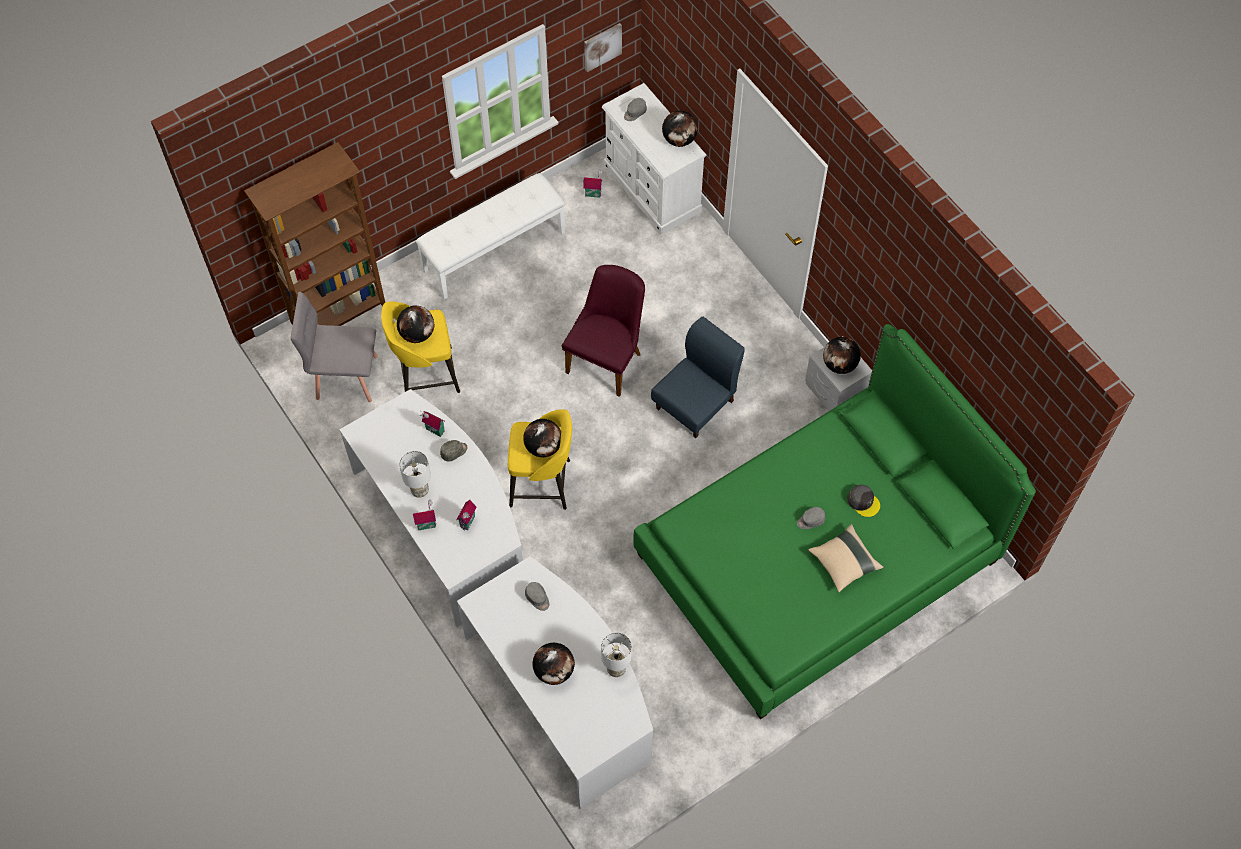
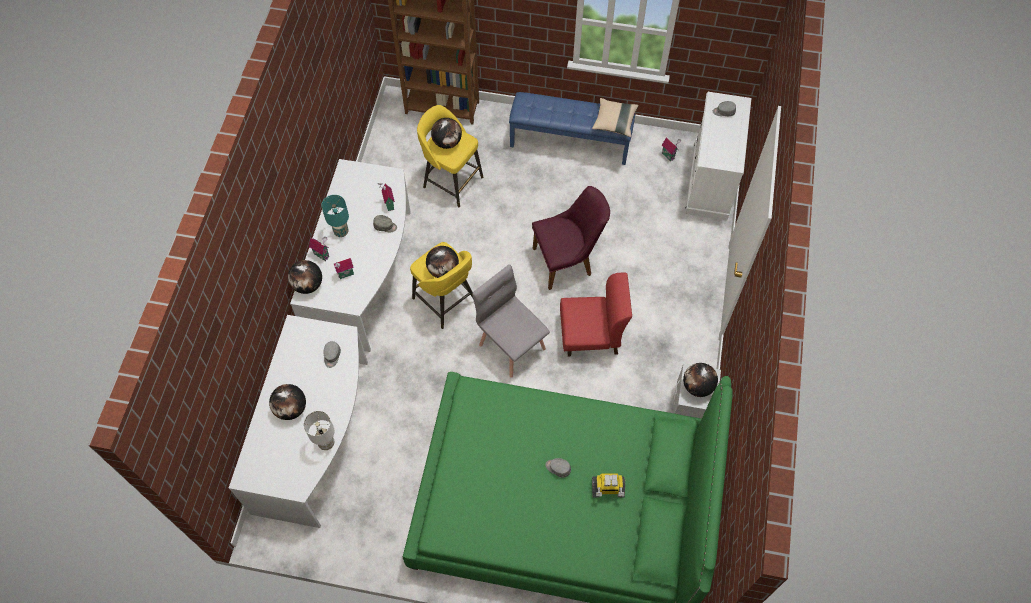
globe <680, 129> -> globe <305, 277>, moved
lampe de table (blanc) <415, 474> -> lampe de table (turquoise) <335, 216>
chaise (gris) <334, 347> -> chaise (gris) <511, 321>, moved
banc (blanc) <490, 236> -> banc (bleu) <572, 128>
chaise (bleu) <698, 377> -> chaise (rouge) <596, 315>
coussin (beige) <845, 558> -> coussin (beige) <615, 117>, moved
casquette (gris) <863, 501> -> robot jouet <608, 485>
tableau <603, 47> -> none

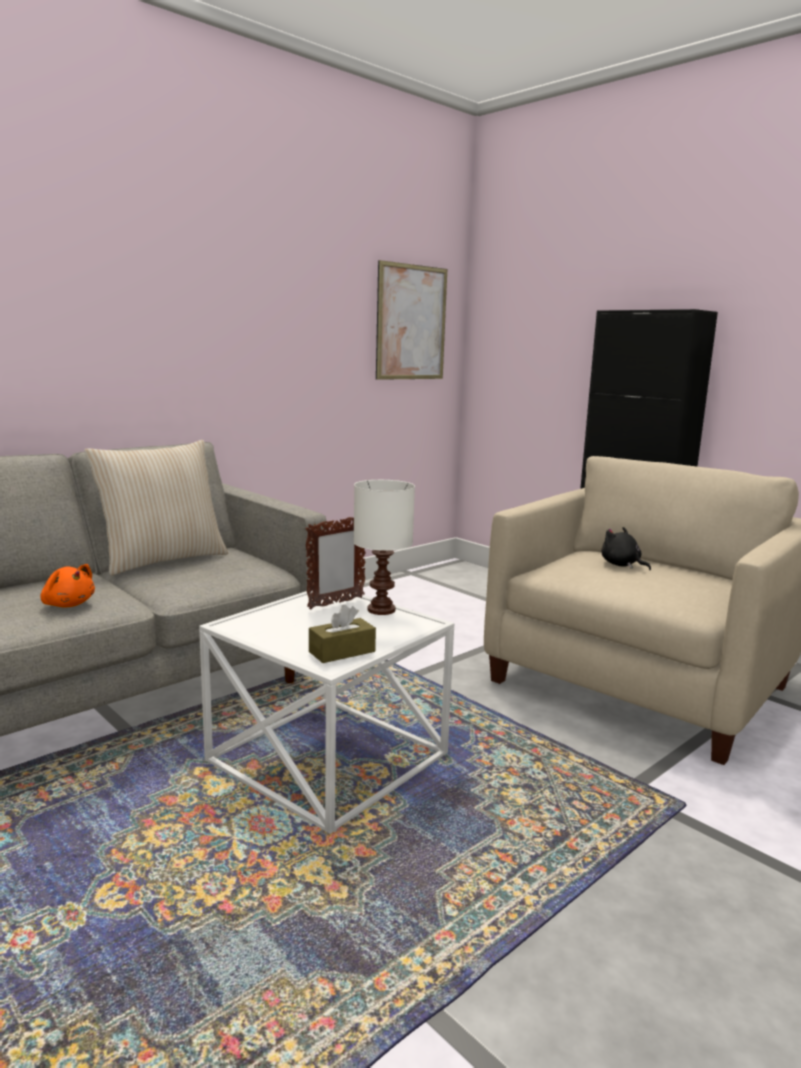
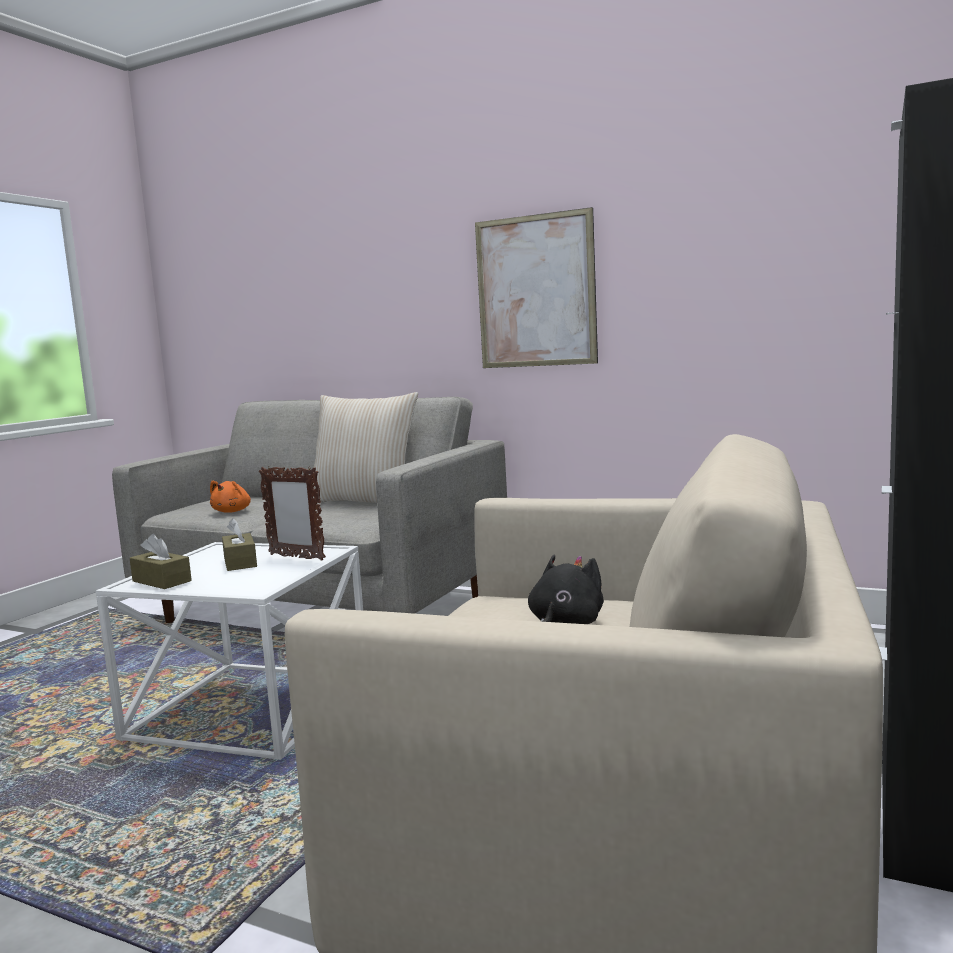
none -> boîte à mouchoirs (marron) <239, 544>
tableau <411, 320> -> tableau <536, 287>, moved
lampe de table (blanc) <384, 547> -> none

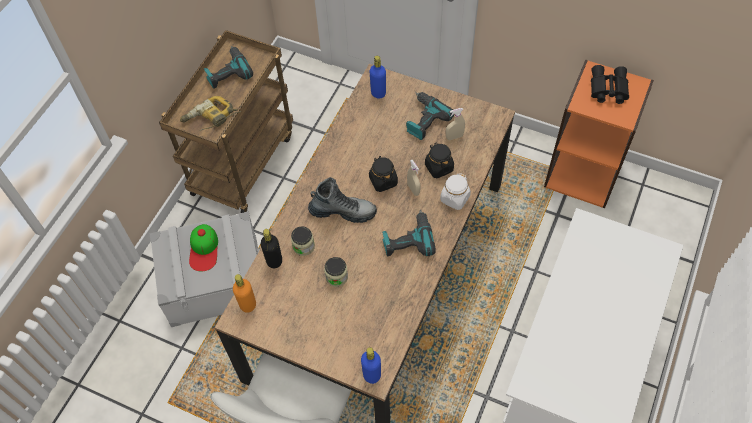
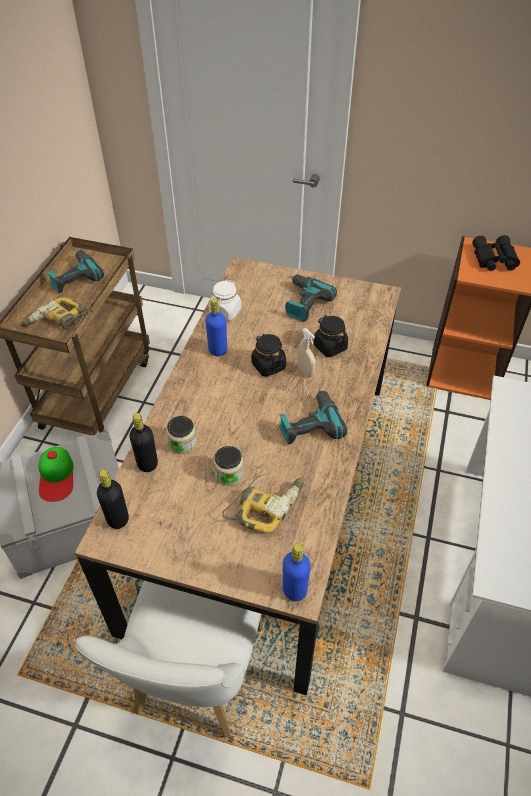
bouteille (orange) <244, 293> -> bouteille (noir) <113, 499>
bouteille (bleu) <378, 77> -> bouteille (bleu) <216, 327>, moved
bocal (blanc) <455, 191> -> bocal (blanc) <225, 300>, moved
none -> perceuse <263, 503>
botte <342, 200> -> none
vaporisateur (beige) <455, 124> -> none

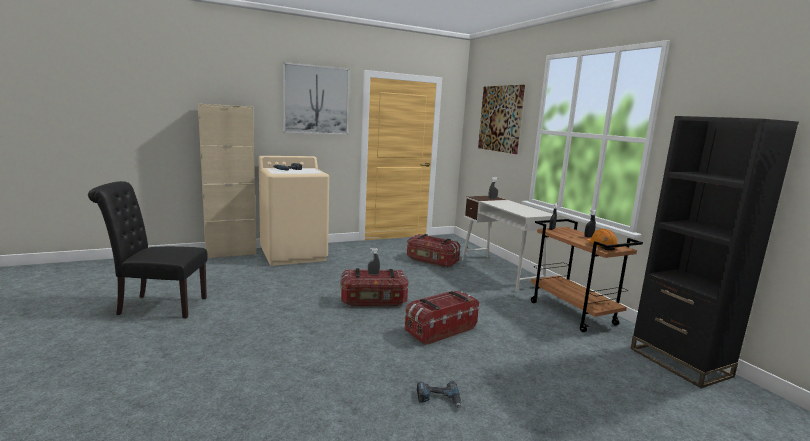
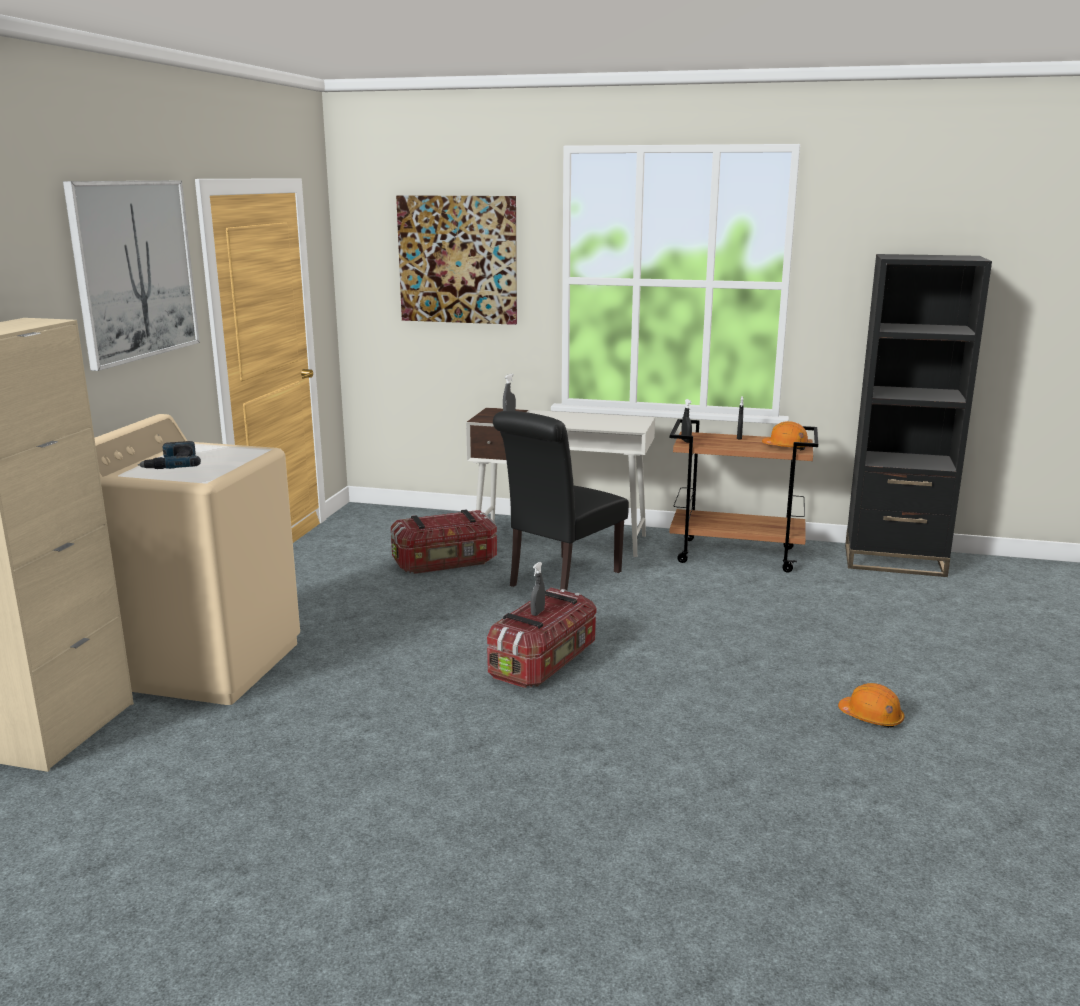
chaise (noir) <148, 249> -> chaise (noir) <561, 500>, moved
perceuse <439, 394> -> casque de chantier (orange) <871, 705>
boîte de rangement <442, 318> -> none

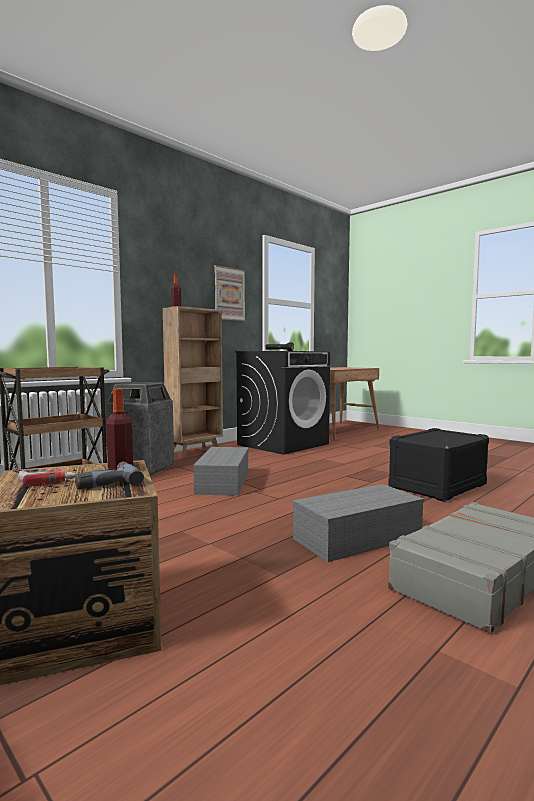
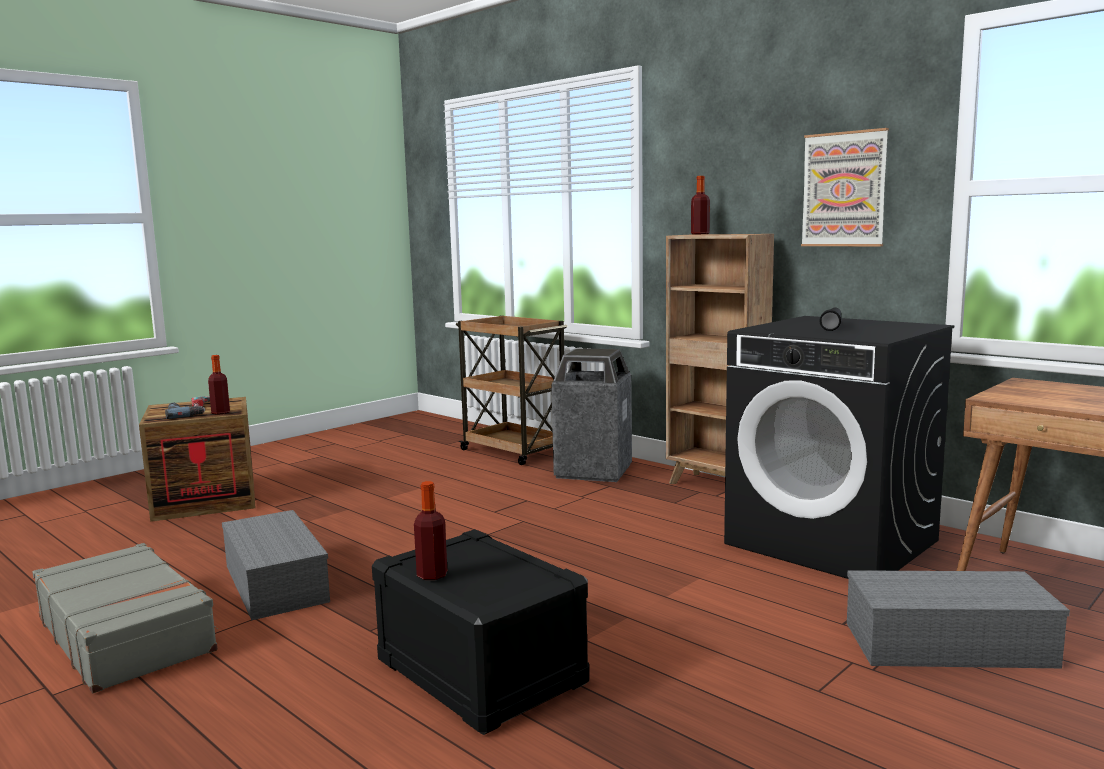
none -> bouteille <430, 530>
boîte de rangement (gris) <221, 471> -> boîte de rangement (gris) <958, 619>, moved

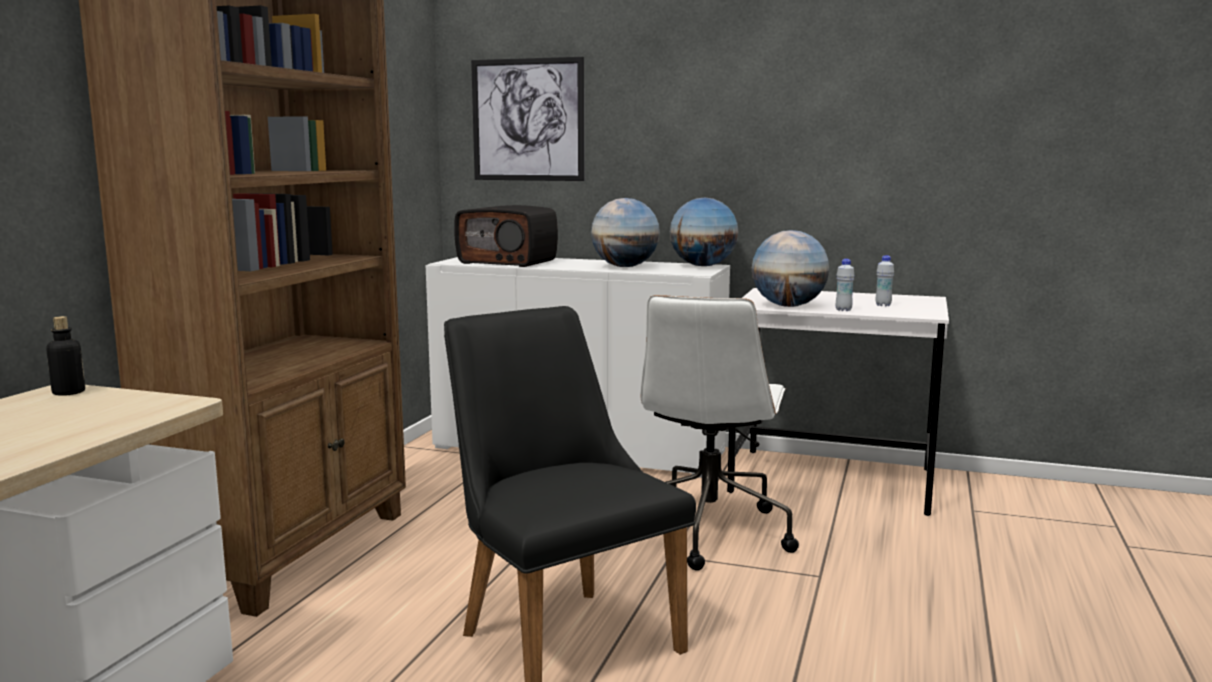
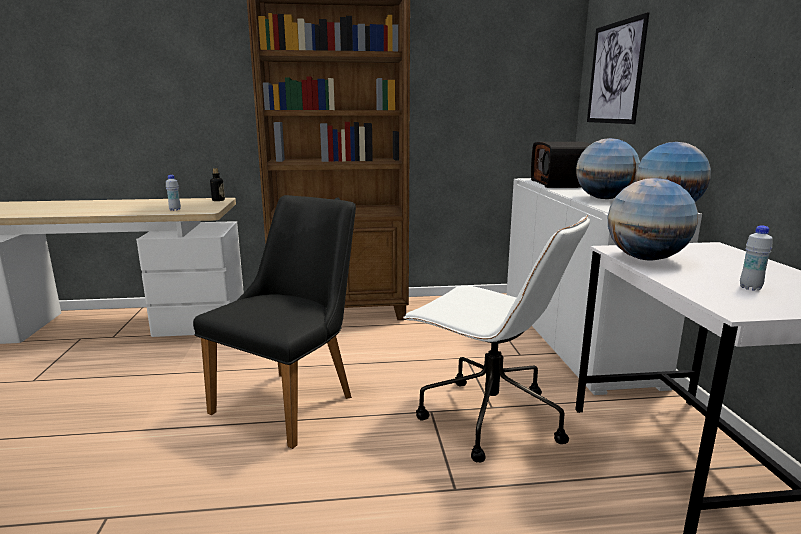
bouteille (blanc) <845, 285> -> bouteille (blanc) <173, 193>, moved
chaise de bureau (blanc) <720, 433> -> chaise de bureau (blanc) <496, 339>, 135 degrees counterclockwise

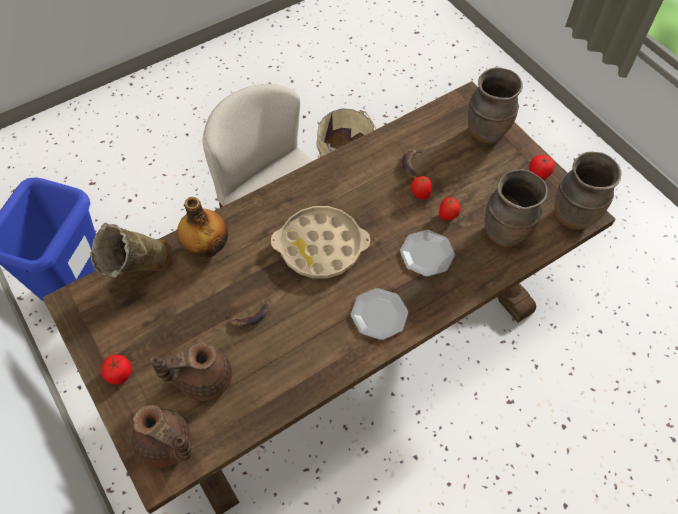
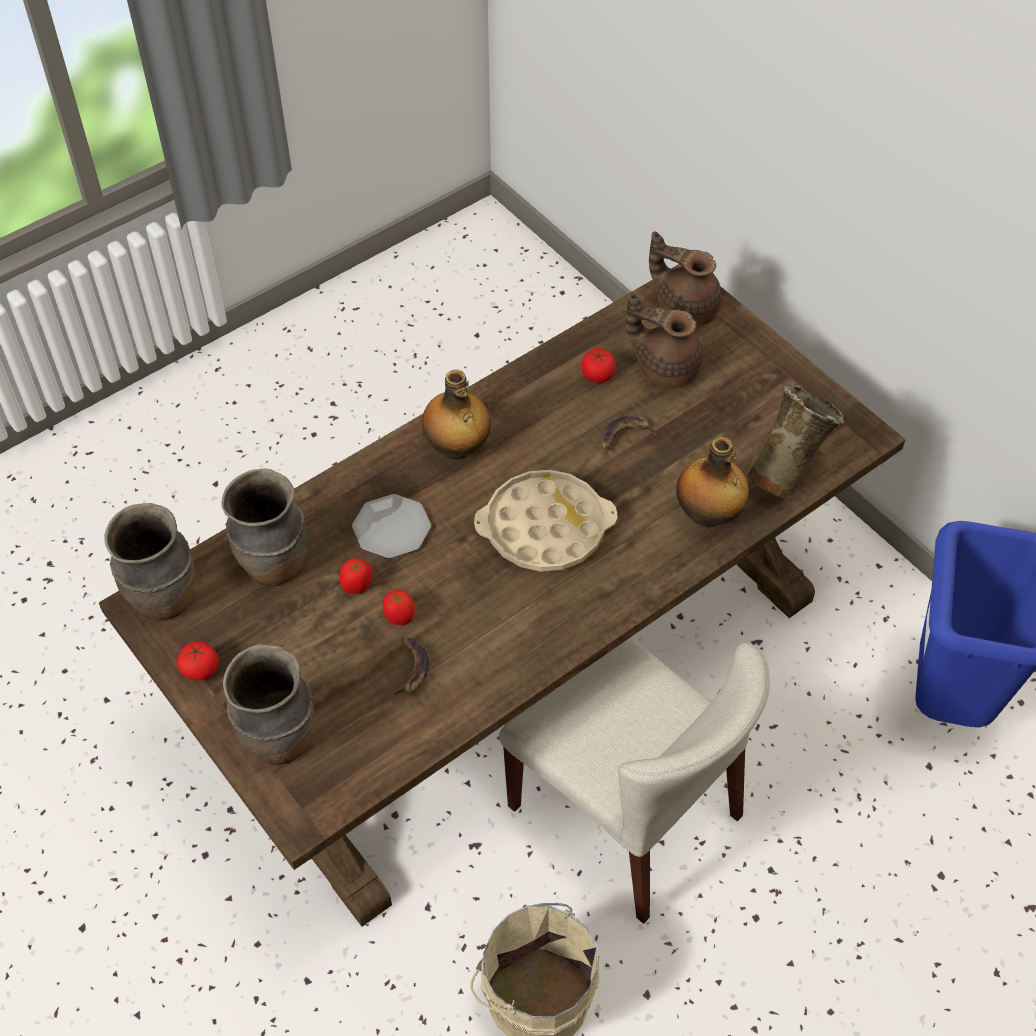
assiette <379, 314> -> bouteille <456, 415>
tomate <116, 369> -> tomate <598, 365>, moved
théière (marron) <191, 371> -> théière (marron) <664, 340>, 135 degrees counterclockwise

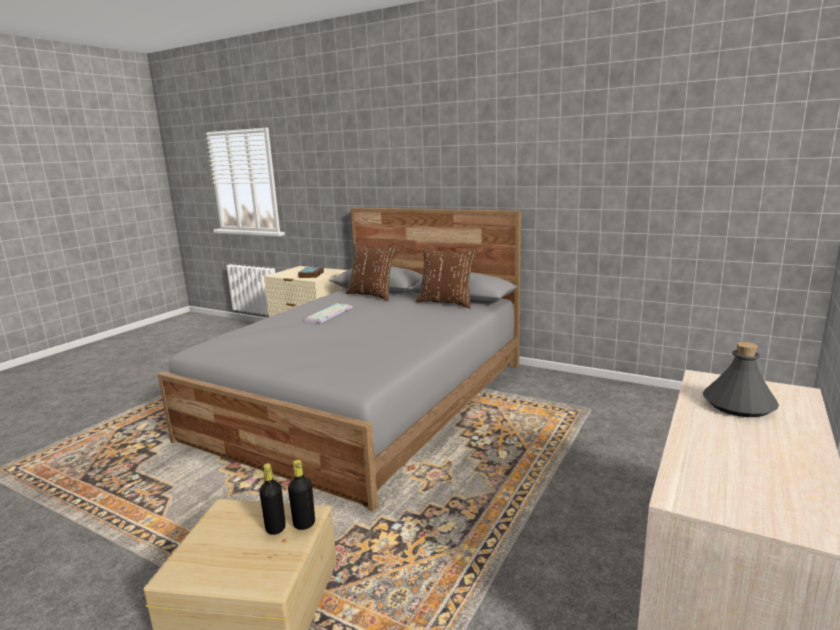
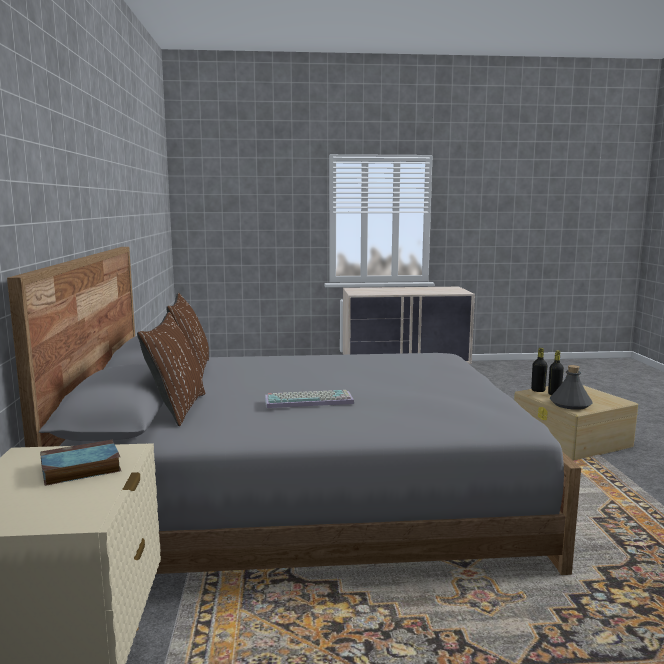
bouteille (gris) <741, 379> -> bouteille (gris) <571, 387>, moved

